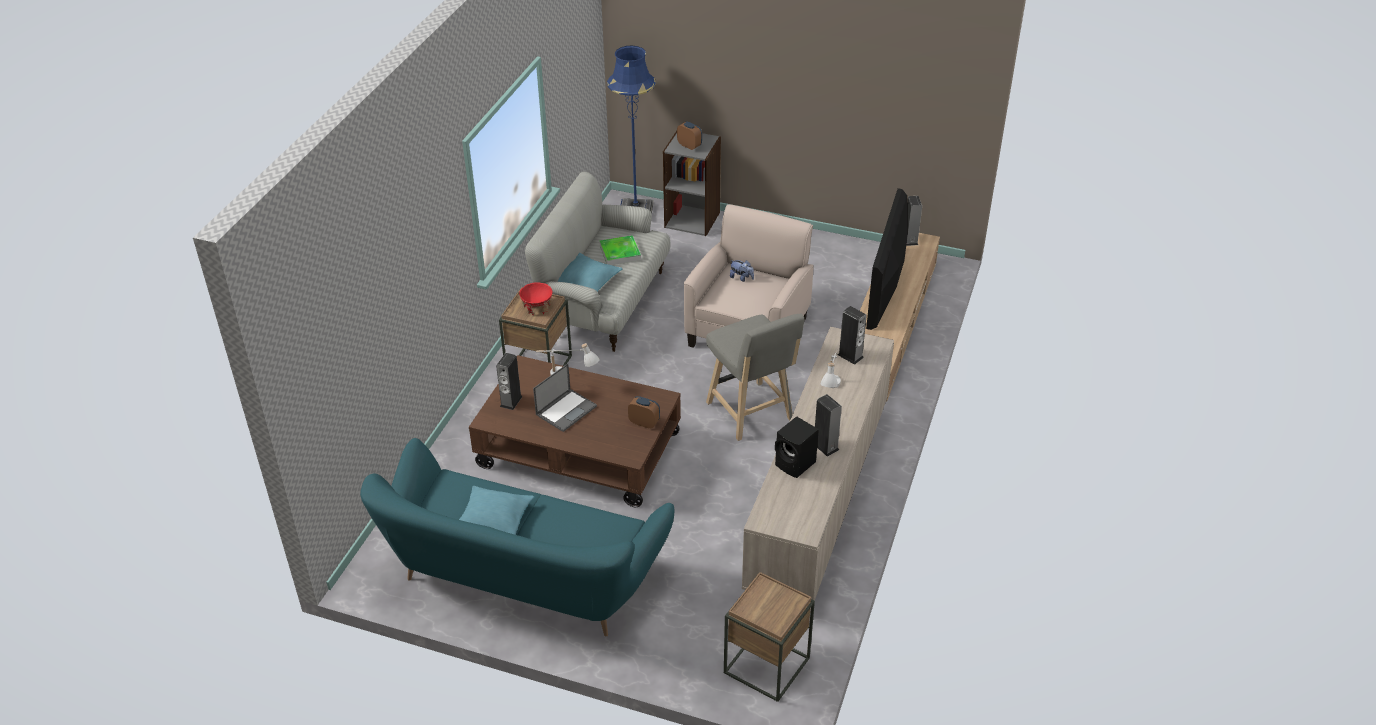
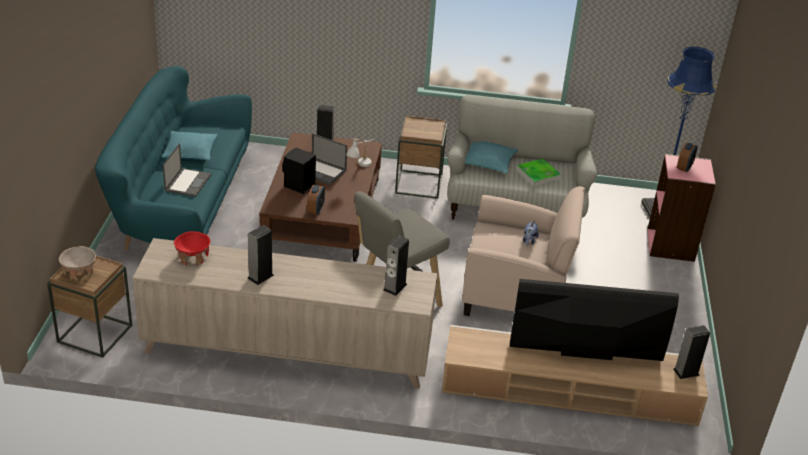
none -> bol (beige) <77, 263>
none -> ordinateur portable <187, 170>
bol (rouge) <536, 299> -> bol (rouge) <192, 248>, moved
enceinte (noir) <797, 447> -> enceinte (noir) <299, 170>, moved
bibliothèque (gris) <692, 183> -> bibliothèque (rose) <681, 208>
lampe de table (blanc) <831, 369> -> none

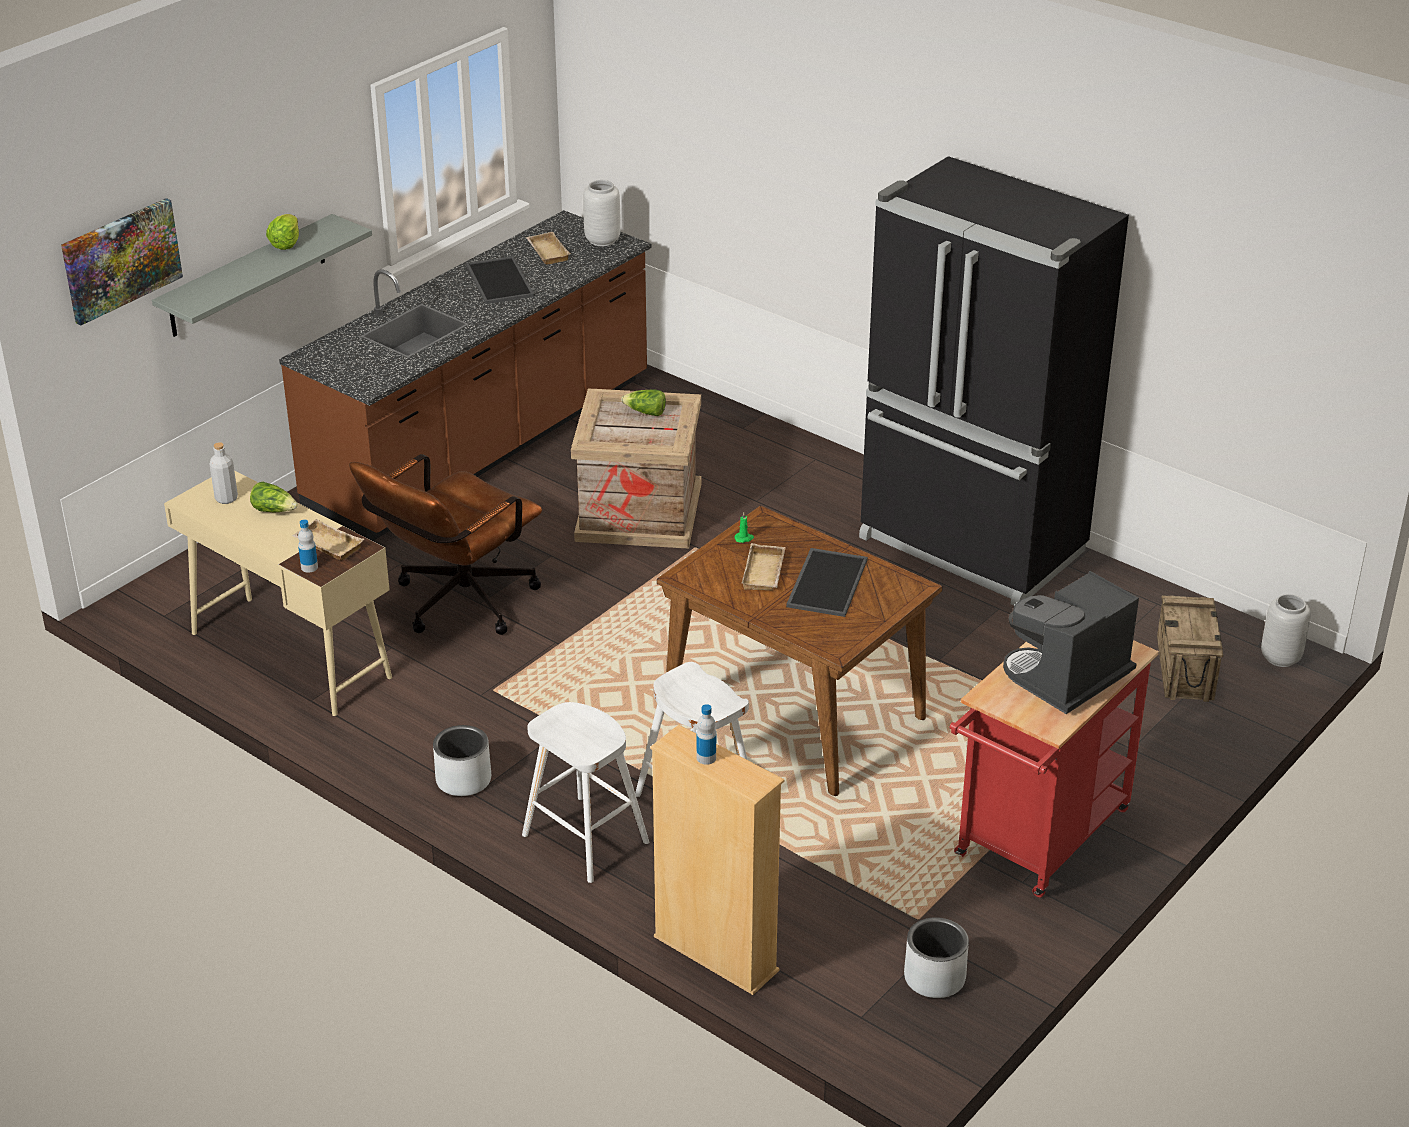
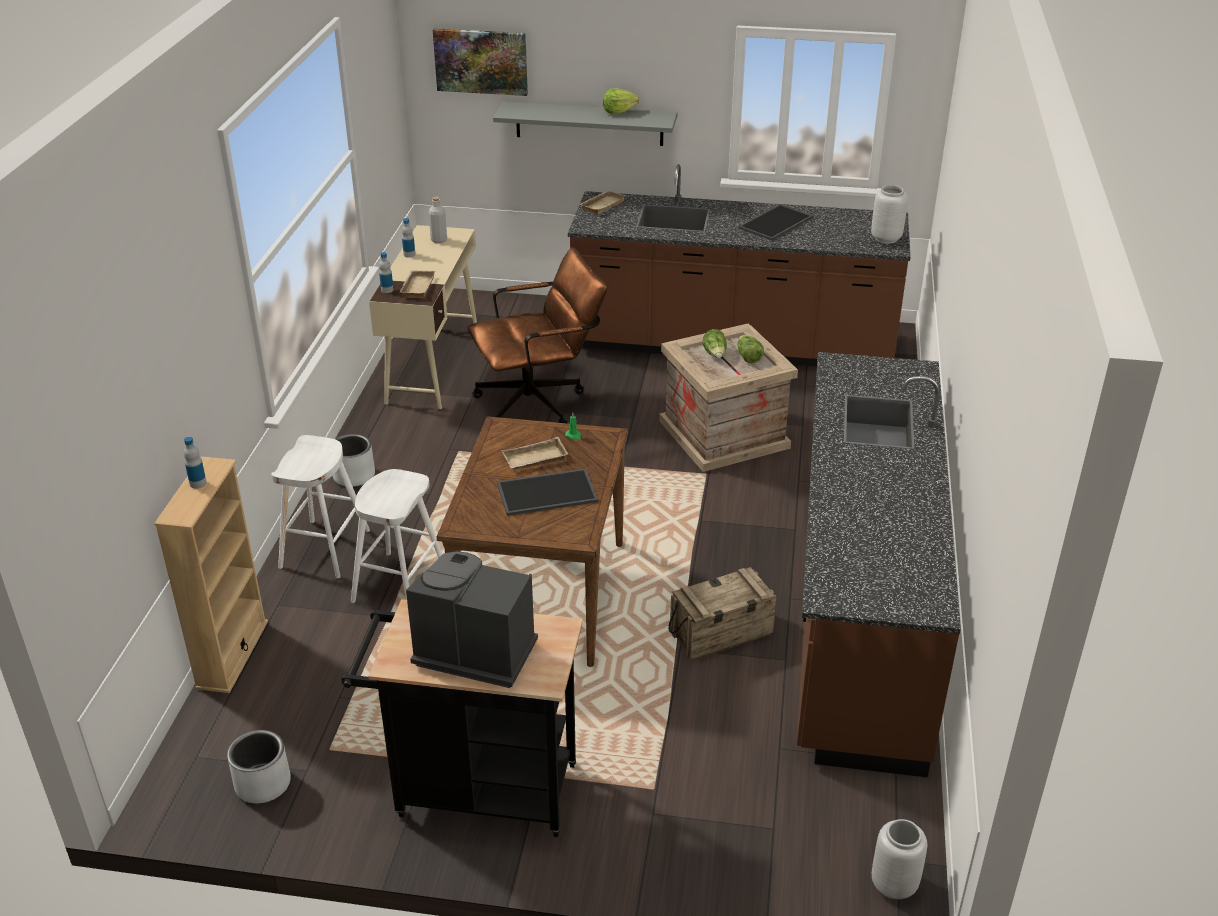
chariot (rouge) <1054, 769> -> chariot (noir) <462, 718>
none -> bouteille <408, 238>
chaise de bureau (marron) <445, 544> -> chaise de bureau (marron) <537, 335>, 150 degrees clockwise
plateau (beige) <548, 248> -> plateau (beige) <603, 202>, moved
caisse <1190, 648> -> caisse <722, 613>, moved
laitue <274, 496> -> laitue <714, 343>, moved
réfrigérateur (noir) <994, 381> -> comptoir de cuisine (marron) <879, 564>

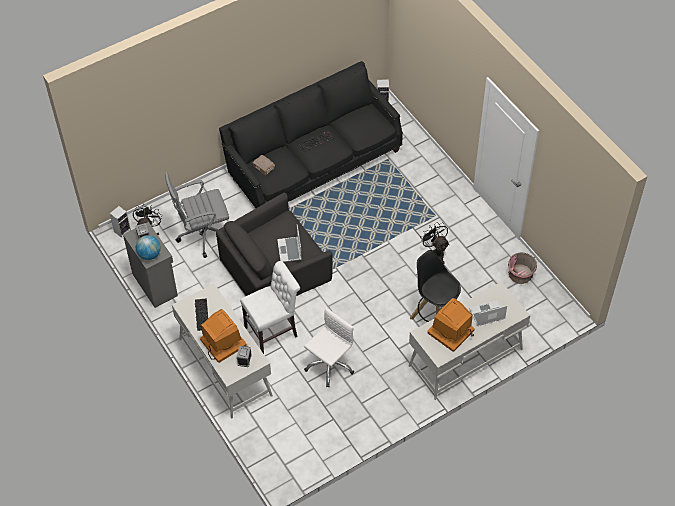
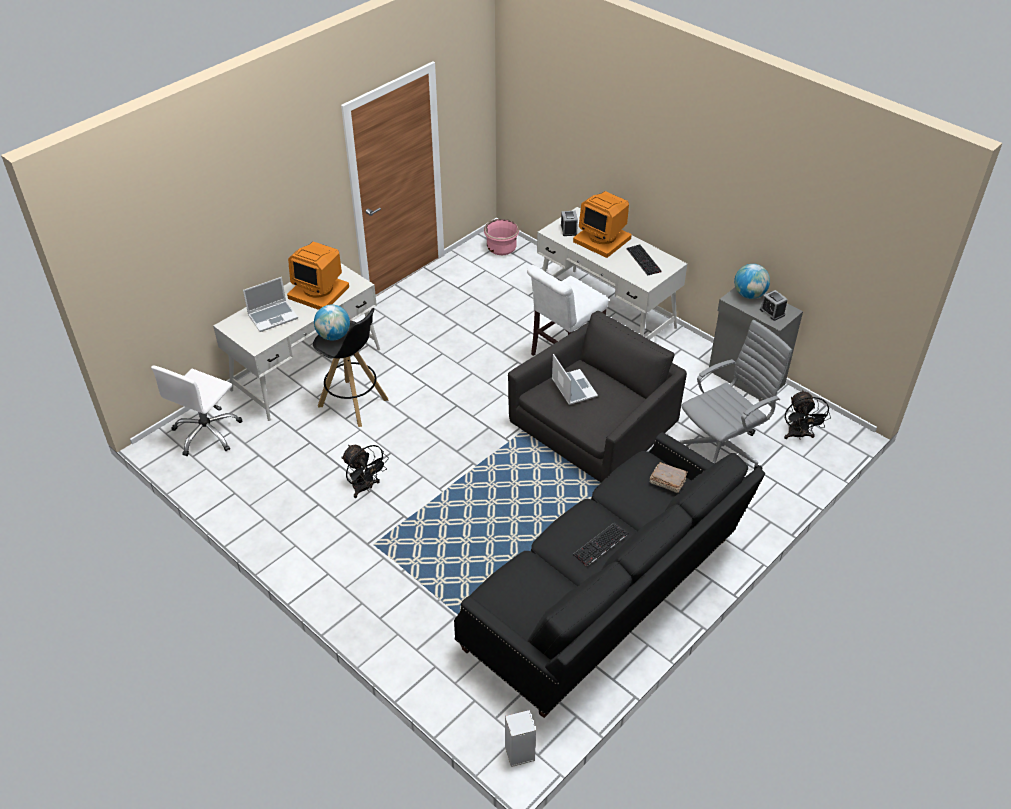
chaise de bureau (blanc) <329, 347> -> chaise de bureau (blanc) <197, 411>, moved
écran d'ordinateur <450, 325> -> écran d'ordinateur <318, 276>, 90 degrees clockwise
none -> globe <332, 323>
cache-pot (rose) <522, 268> -> cache-pot (rose) <501, 237>, moved
enceinte <120, 222> -> none

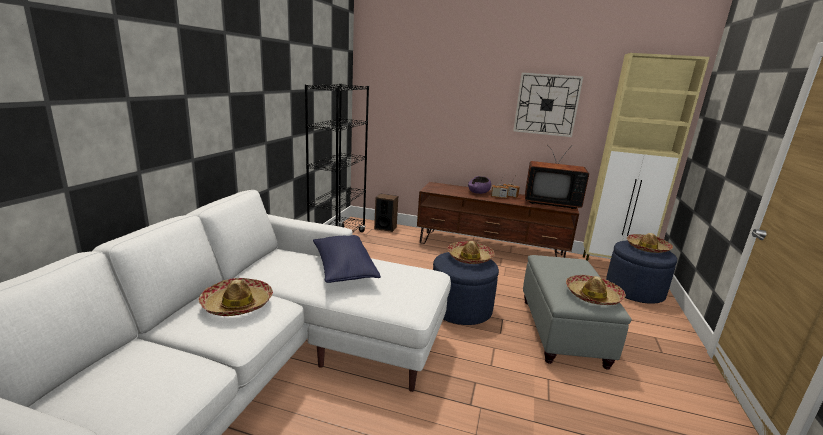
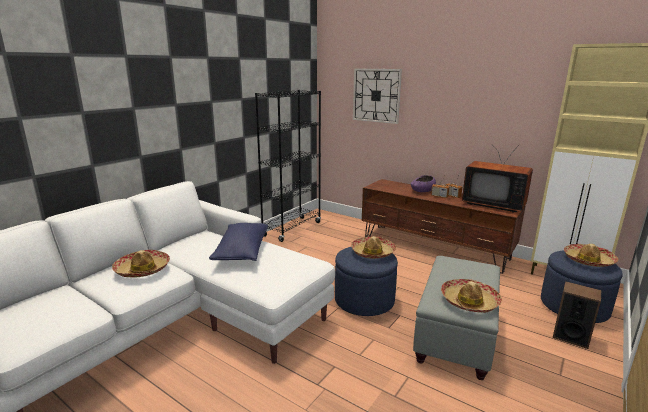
horloge murale <548, 104> -> horloge murale <377, 96>, moved
enceinte <386, 213> -> enceinte <577, 315>, moved

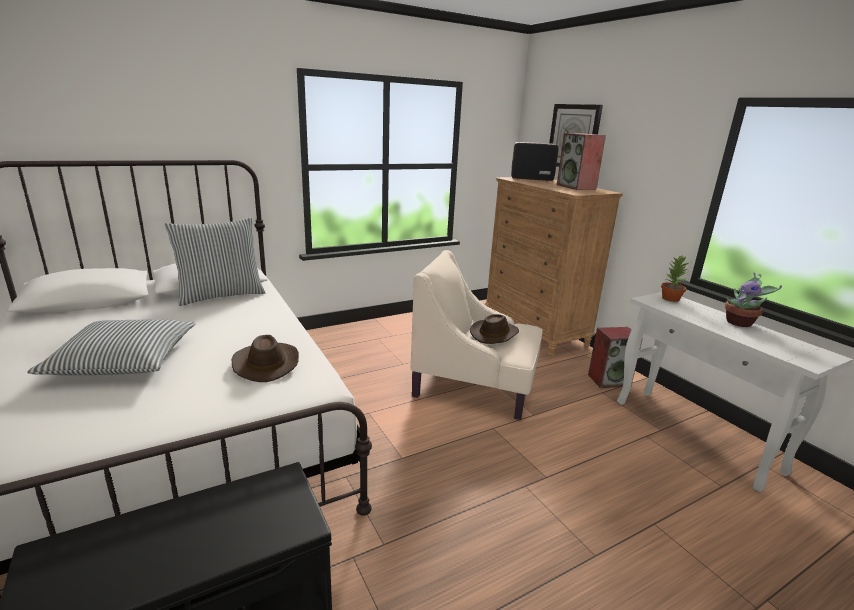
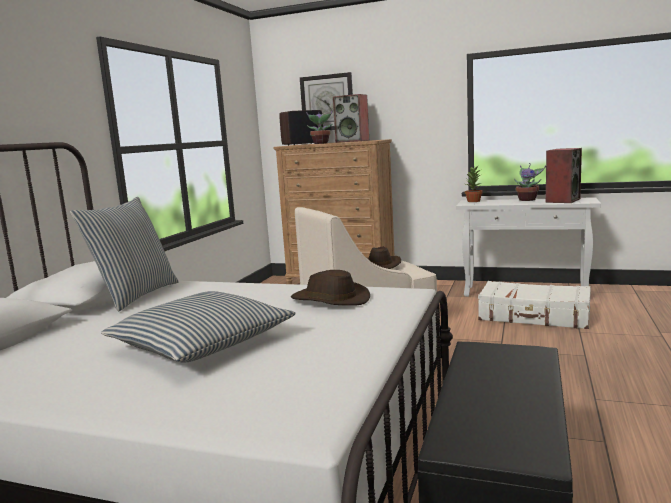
none -> plante en pot <319, 127>
none -> valise (blanc) <534, 305>
enceinte <615, 357> -> enceinte <564, 175>, moved

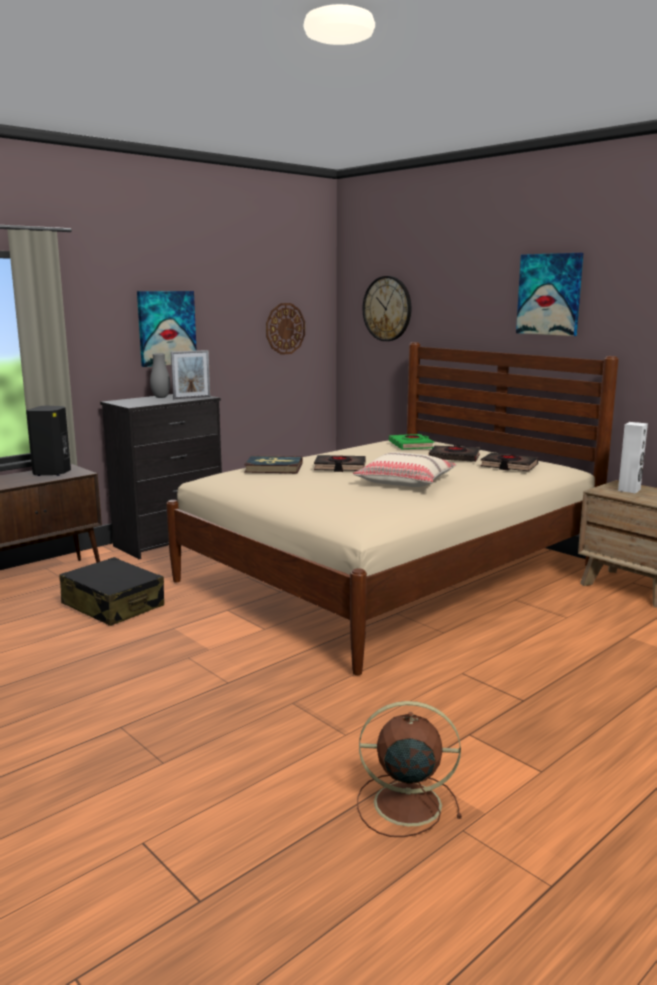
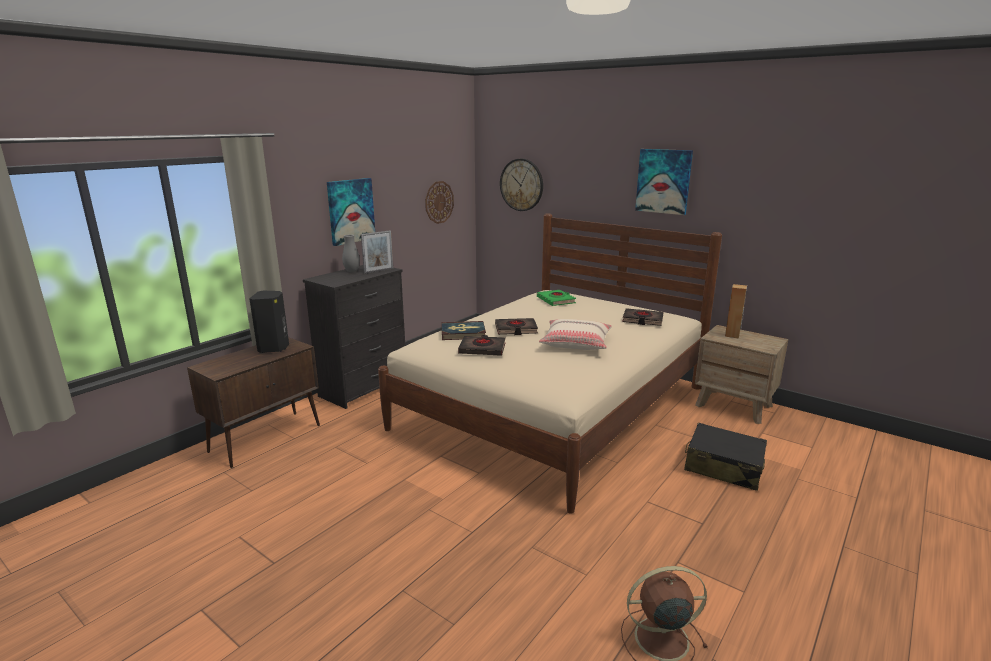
livre (noir) <454, 453> -> livre (noir) <481, 345>, moved
valise (noir) <111, 591> -> valise (noir) <725, 456>, moved
enceinte (blanc) <633, 457> -> enceinte (marron) <736, 311>

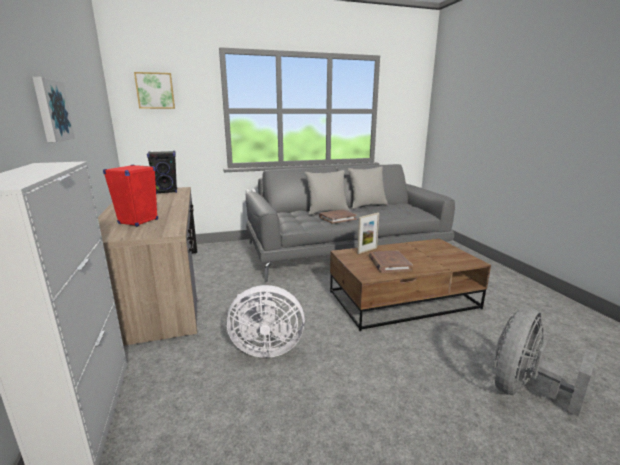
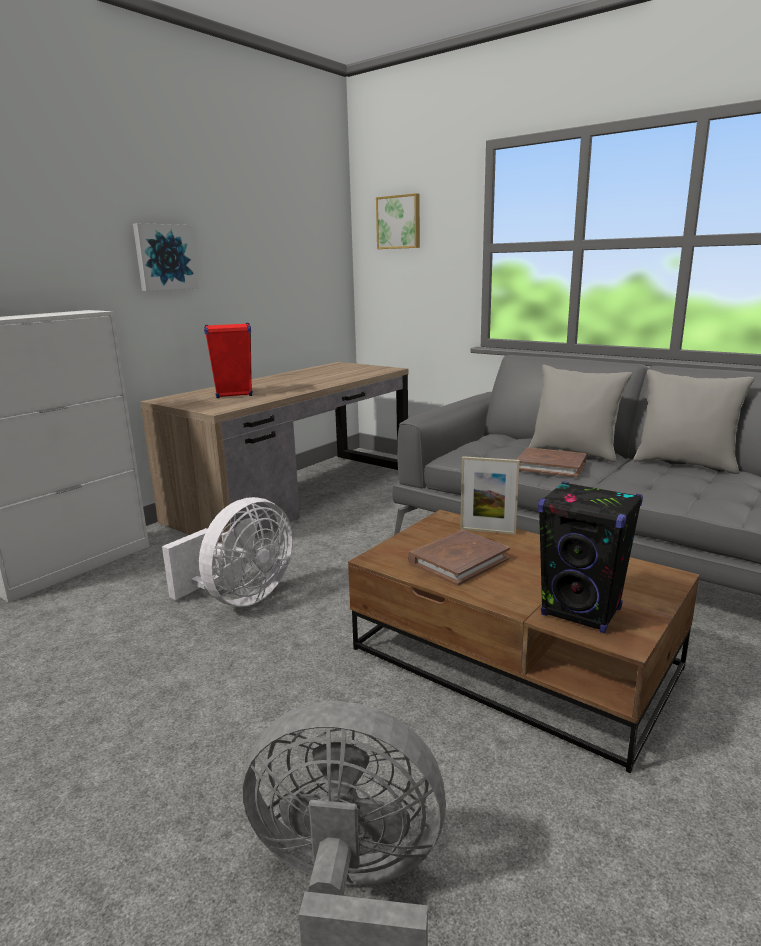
ventilateur (blanc) <265, 321> -> ventilateur (blanc) <227, 551>, 105 degrees counterclockwise
enceinte (noir) <162, 172> -> enceinte (noir) <590, 557>, moved

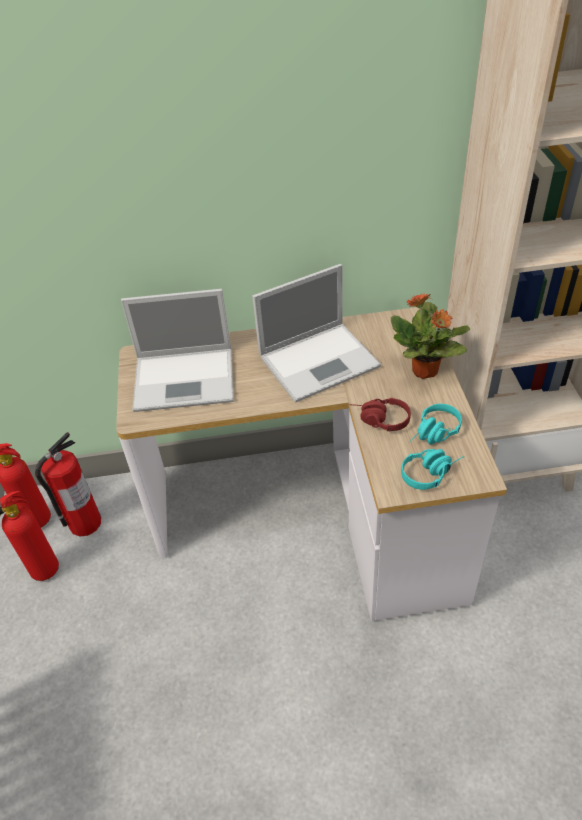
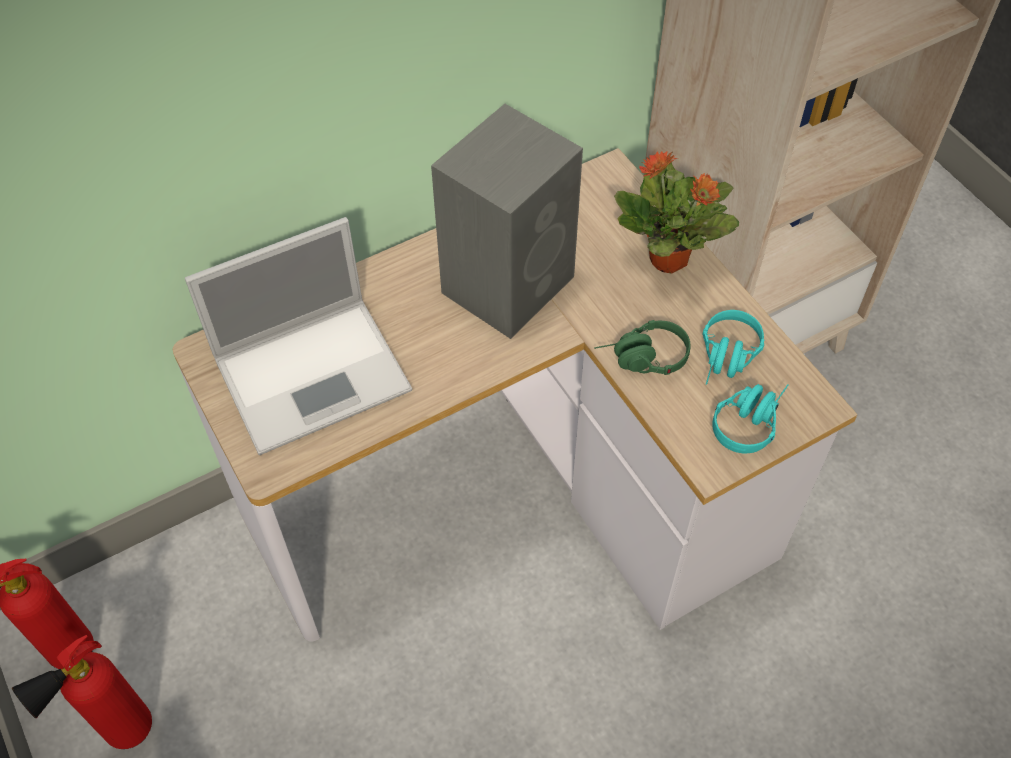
ordinateur portable <316, 333> -> enceinte (gris) <507, 221>
casque audio (rouge) <380, 414> -> casque audio (vert) <642, 347>
extincteur <68, 484> -> none

